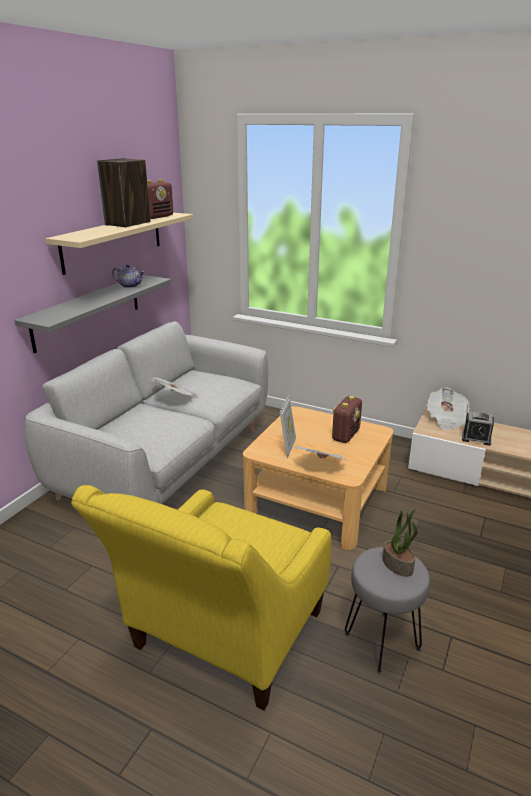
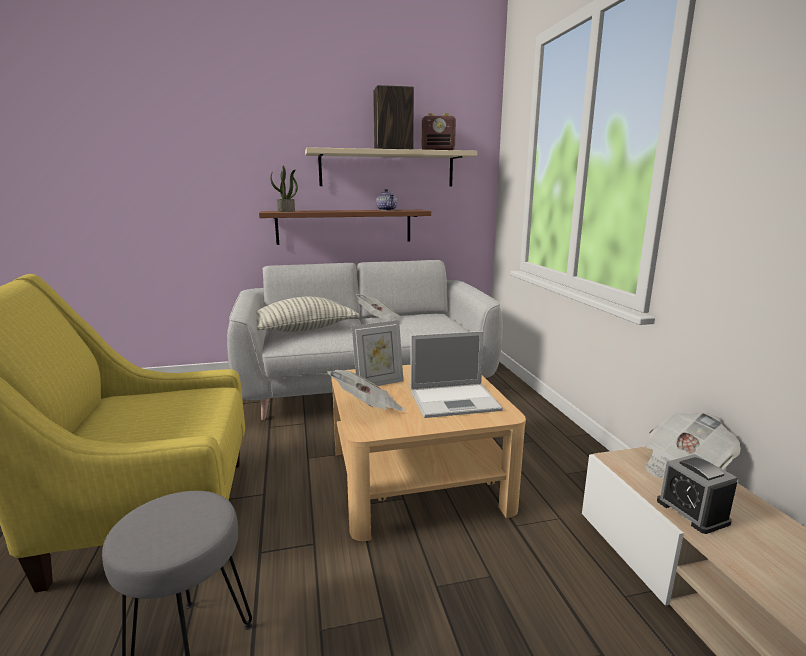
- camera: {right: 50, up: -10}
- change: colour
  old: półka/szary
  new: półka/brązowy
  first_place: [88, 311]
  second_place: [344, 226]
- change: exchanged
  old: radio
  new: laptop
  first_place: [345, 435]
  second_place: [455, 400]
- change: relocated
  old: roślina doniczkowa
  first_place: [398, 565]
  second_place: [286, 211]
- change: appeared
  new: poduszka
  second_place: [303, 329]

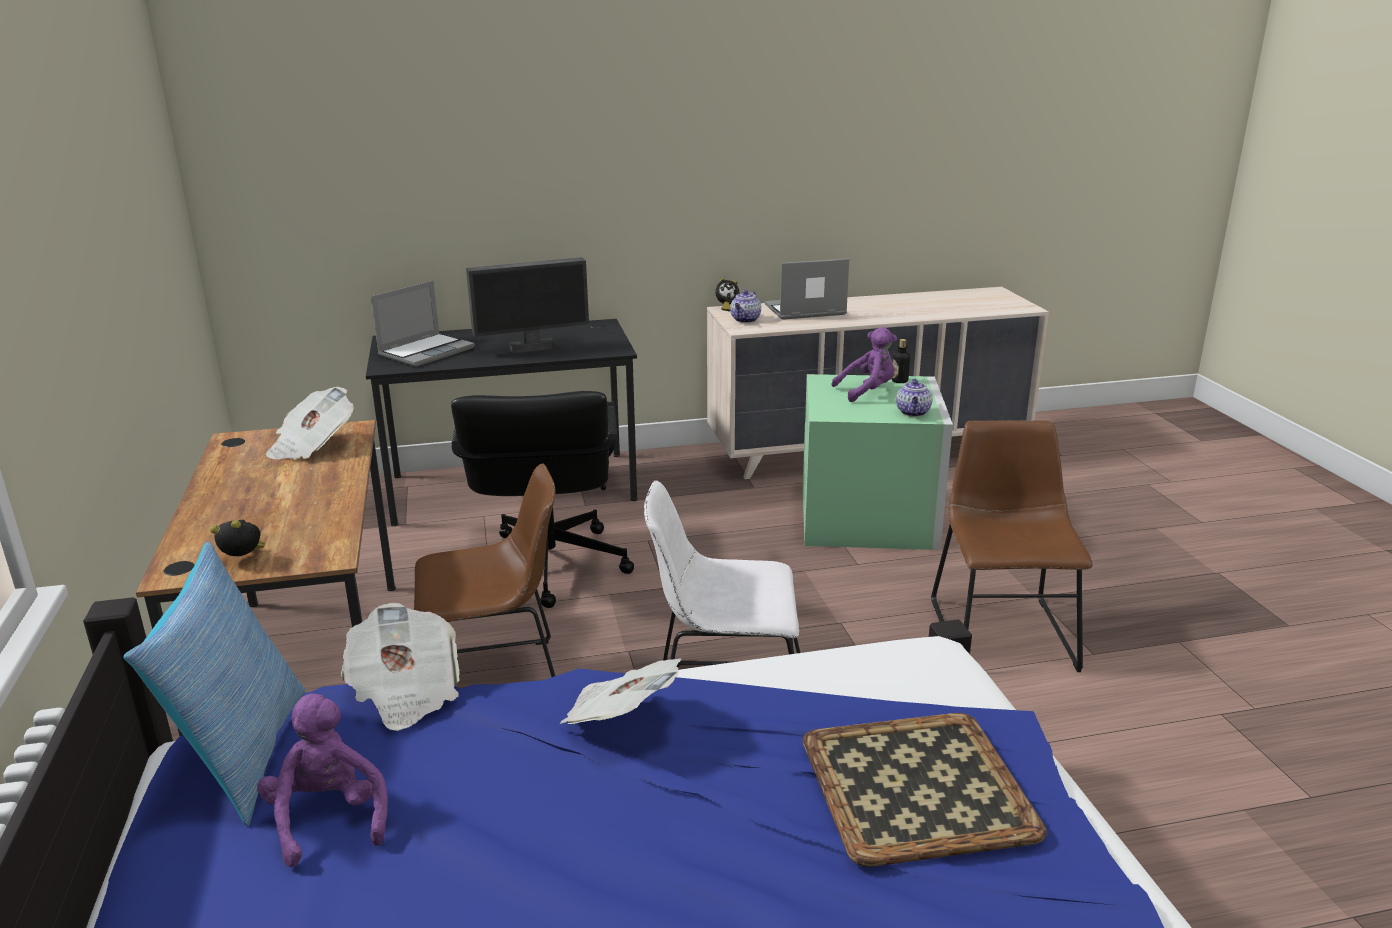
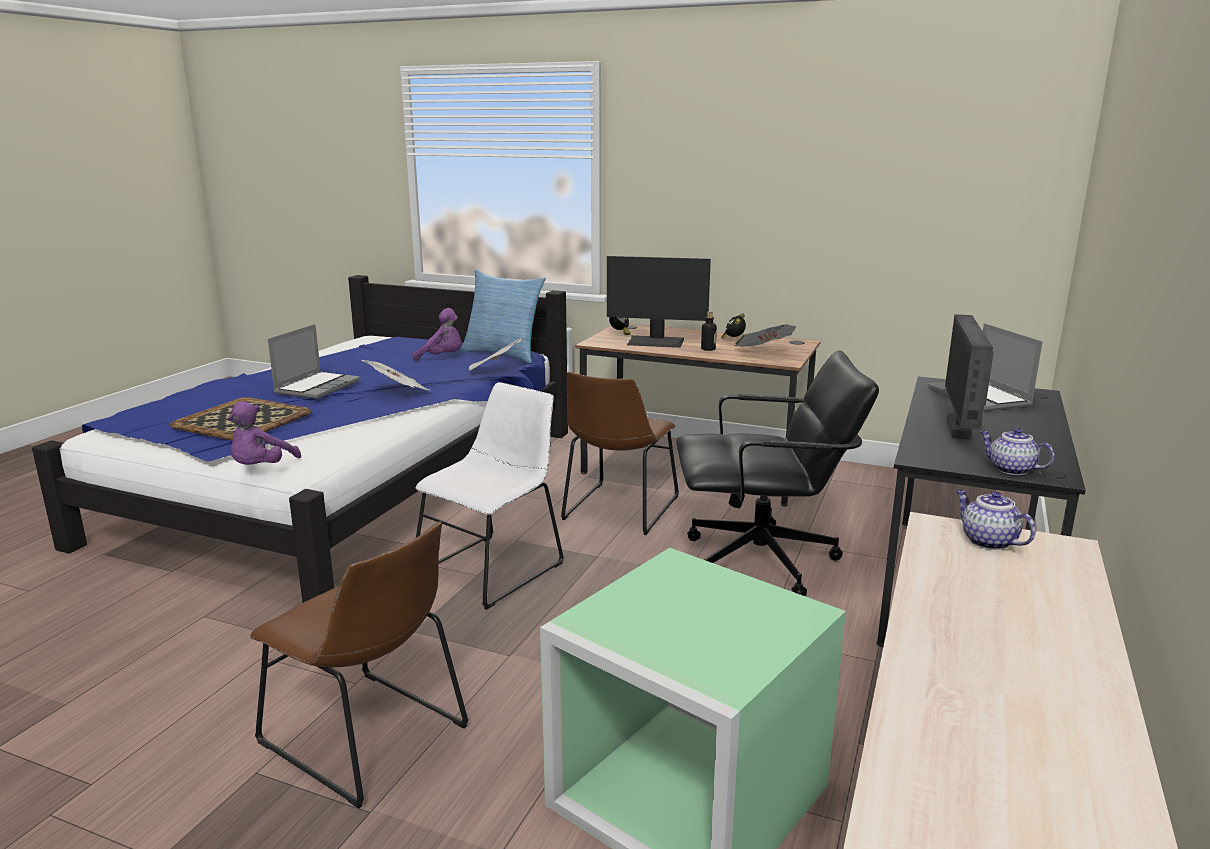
- camera: {right: 125, up: -5}
- change: spun
  old: krzesło biurowe/czarny
  first_place: [547, 567]
  second_place: [762, 562]
  degrees: 150
- change: relocated
  old: budzik
  first_place: [726, 308]
  second_place: [733, 340]
- change: relocated
  old: laptop
  first_place: [804, 311]
  second_place: [317, 387]
- change: relocated
  old: pluszak/fioletowy
  first_place: [867, 391]
  second_place: [261, 468]
- change: relocated
  old: butelka
  first_place: [899, 381]
  second_place: [708, 349]
- change: relocated
  old: imbryk
  first_place: [913, 413]
  second_place: [1010, 469]
- change: appeared
  new: monitor
  second_place: [656, 342]

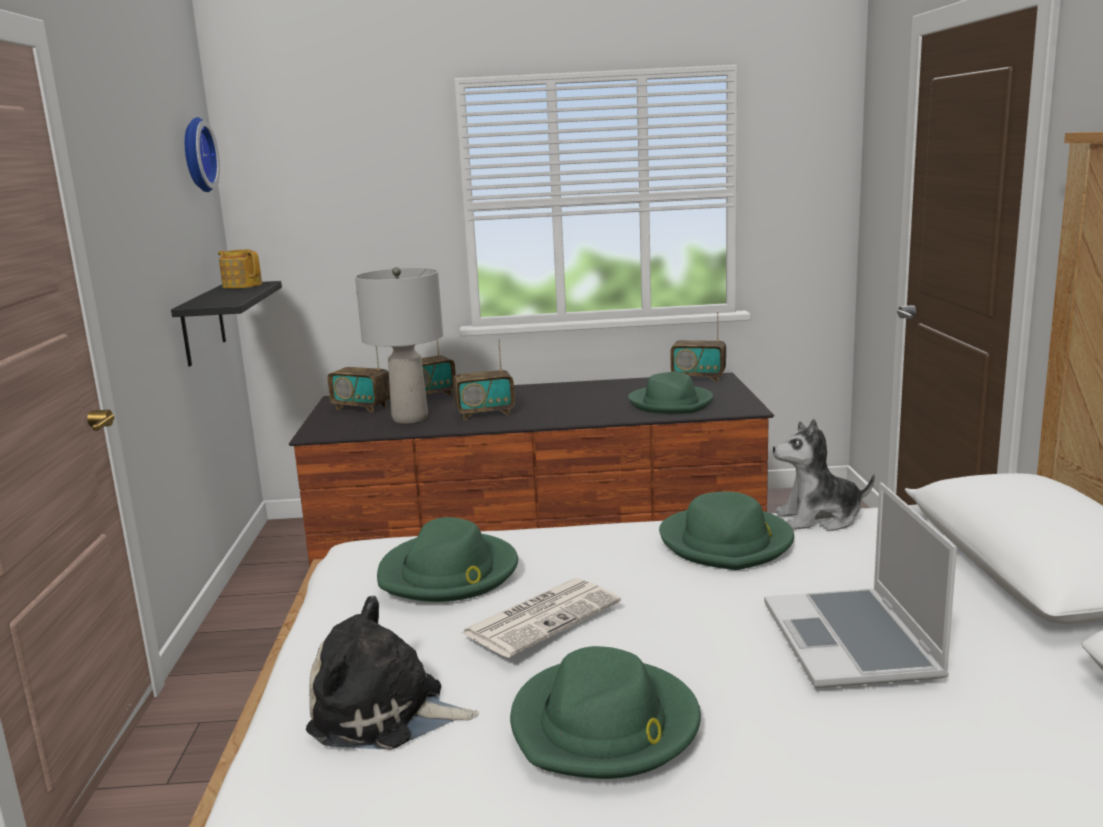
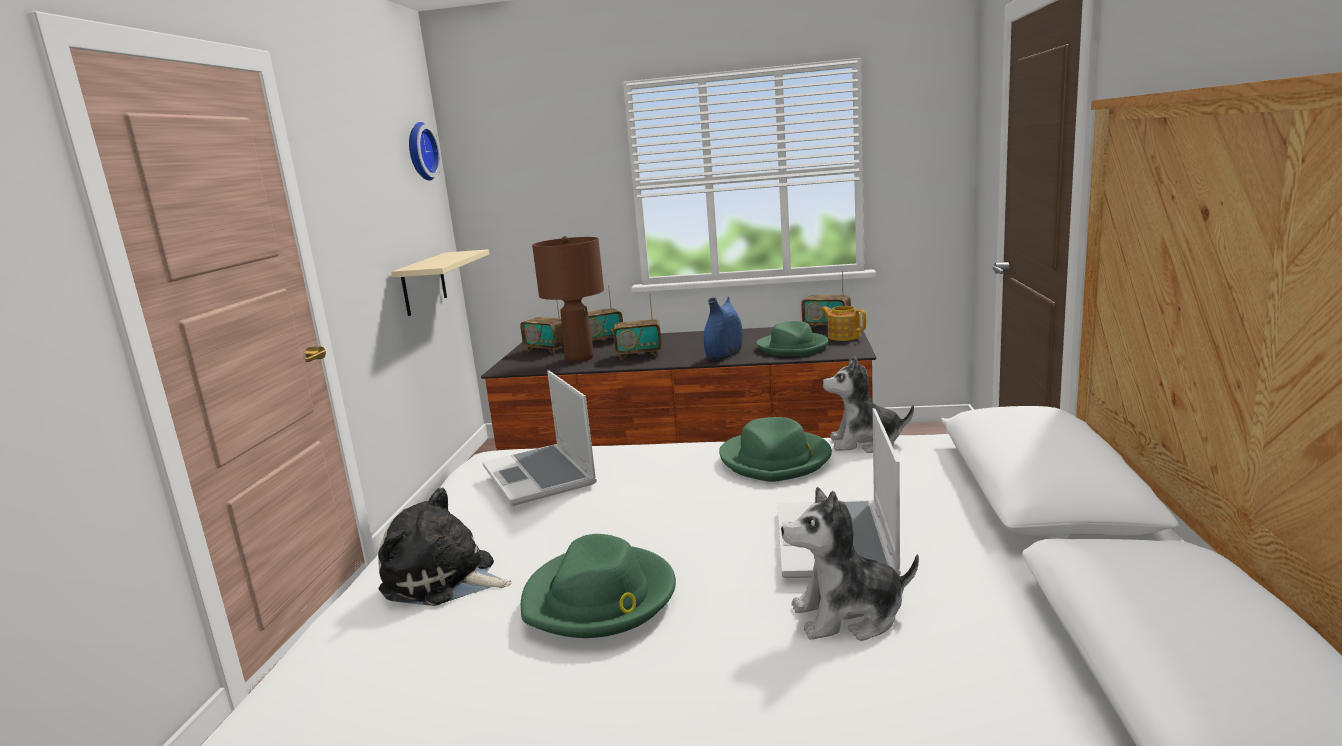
- camera: {right: 10, up: 0}
- change: colour
  old: półka/czarny
  new: półka/beżowy
  first_place: [203, 324]
  second_place: [424, 283]
- change: relocated
  old: imbryk
  first_place: [242, 285]
  second_place: [843, 336]
- change: colour
  old: lampa stołowa/szary
  new: lampa stołowa/brązowy
  first_place: [411, 418]
  second_place: [580, 358]
- change: exchanged
  old: kapelusz/zielony
  new: laptop
  first_place: [449, 573]
  second_place: [541, 476]
- change: missing
  old: gazeta
  first_place: [543, 617]
- change: appeared
  new: wazon/niebieski
  second_place: [724, 355]
- change: appeared
  new: pluszak
  second_place: [848, 616]

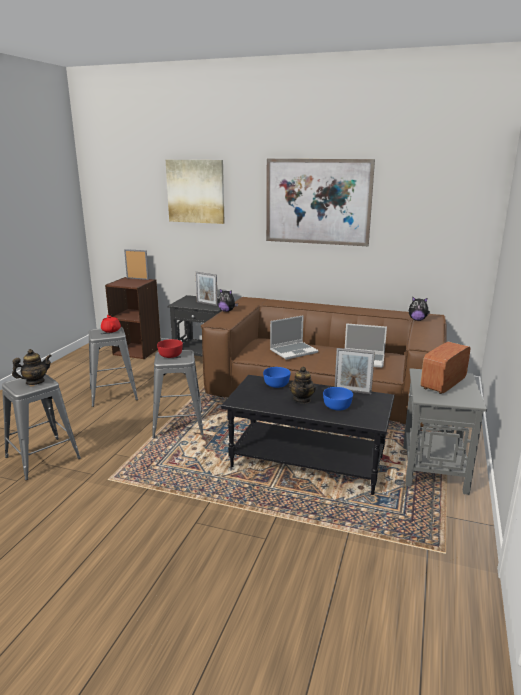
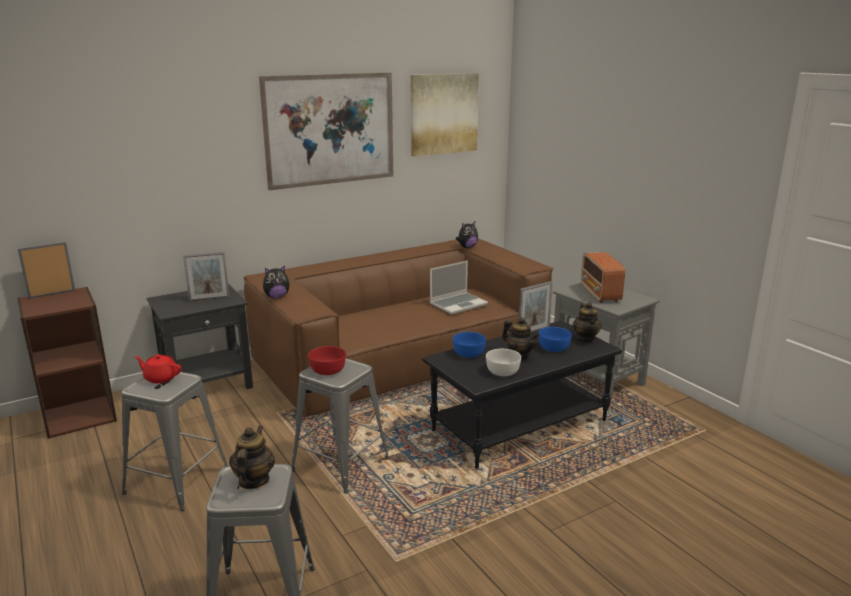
- camera: {right: -50, up: 0}
- change: relocated
  old: obraz
  first_place: [196, 191]
  second_place: [444, 114]
- change: missing
  old: laptop
  first_place: [294, 351]
- change: appeared
  new: miska/biały
  second_place: [502, 371]
- change: appeared
  new: imbryk
  second_place: [586, 338]

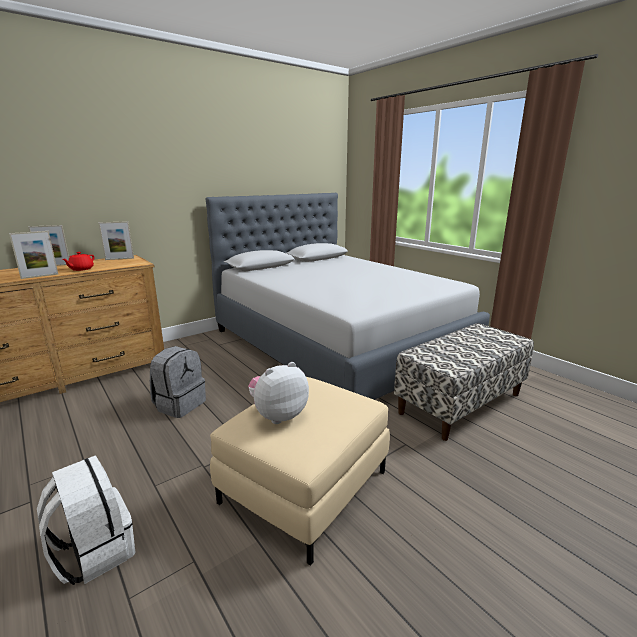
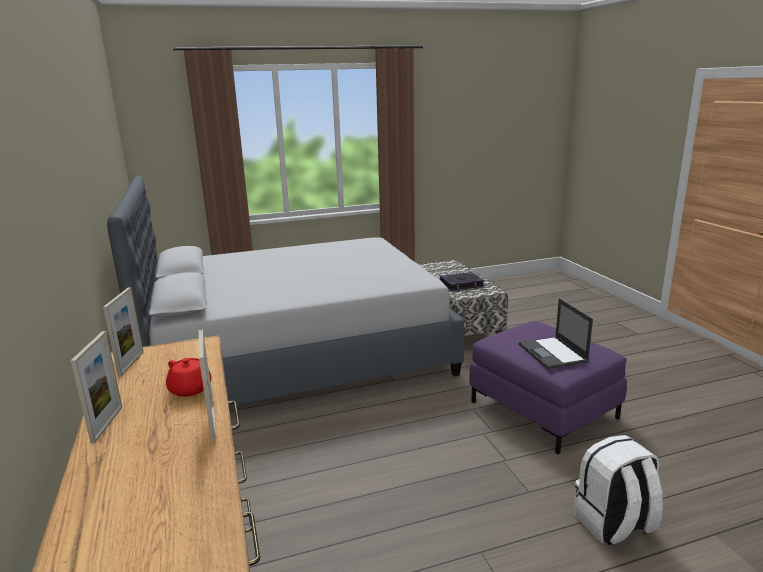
- camera: {right: -70, up: 0}
- change: missing
  old: plecak/szary
  first_place: [180, 404]
- change: colour
  old: pufa/beżowy
  new: pufa/fioletowy
  first_place: [305, 487]
  second_place: [543, 409]
- change: exchanged
  old: pluszak
  new: laptop
  first_place: [278, 415]
  second_place: [553, 353]
- change: appeared
  new: książka
  second_place: [461, 284]

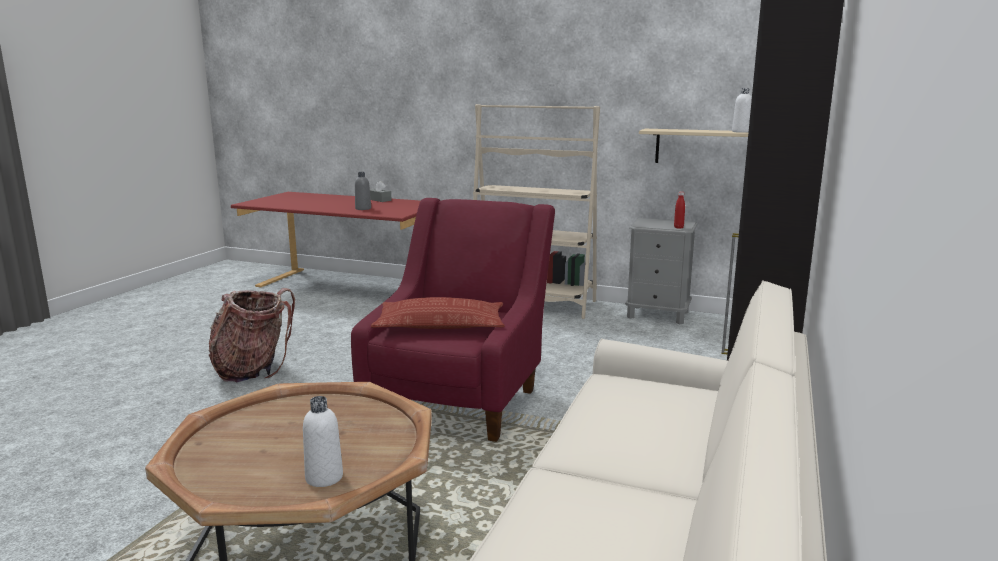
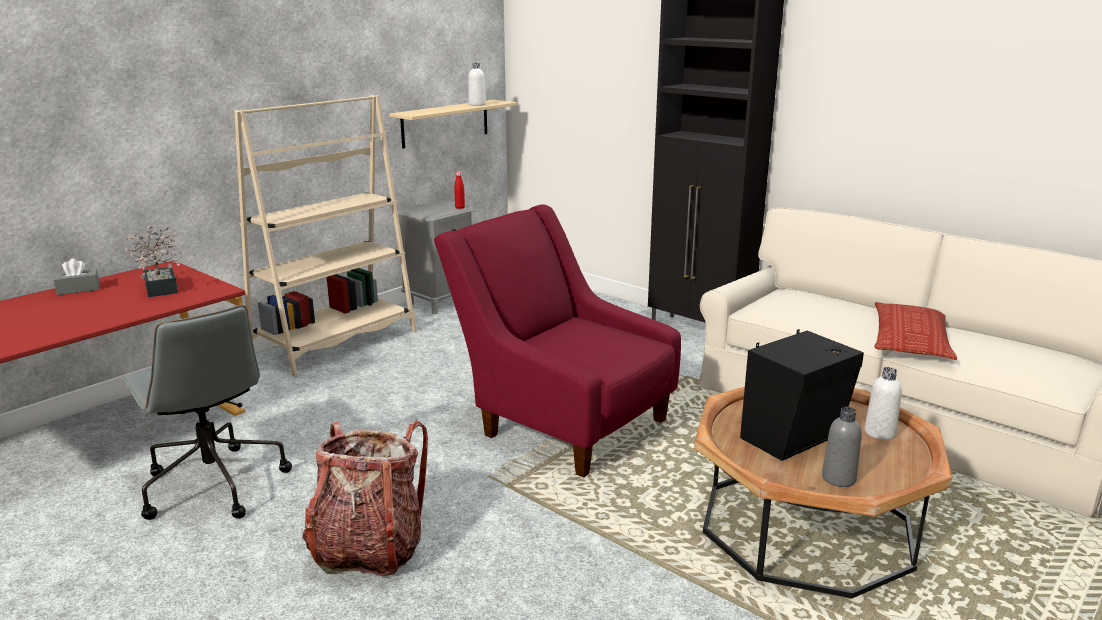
- camera: {right: -70, up: 5}
- change: relocated
  old: butelka/szary
  first_place: [363, 208]
  second_place: [838, 478]
- change: relocated
  old: poduszka
  first_place: [440, 325]
  second_place: [910, 339]
- change: appeared
  new: krzesło biurowe/szary
  second_place: [213, 484]
- change: appeared
  new: roślina doniczkowa
  second_place: [161, 287]
- change: appeared
  new: głośnik/czarny
  second_place: [795, 438]

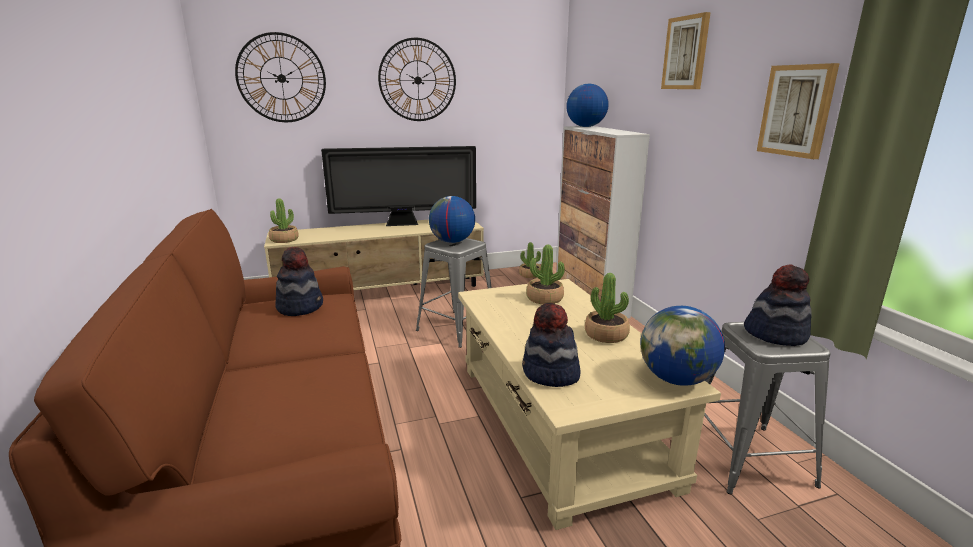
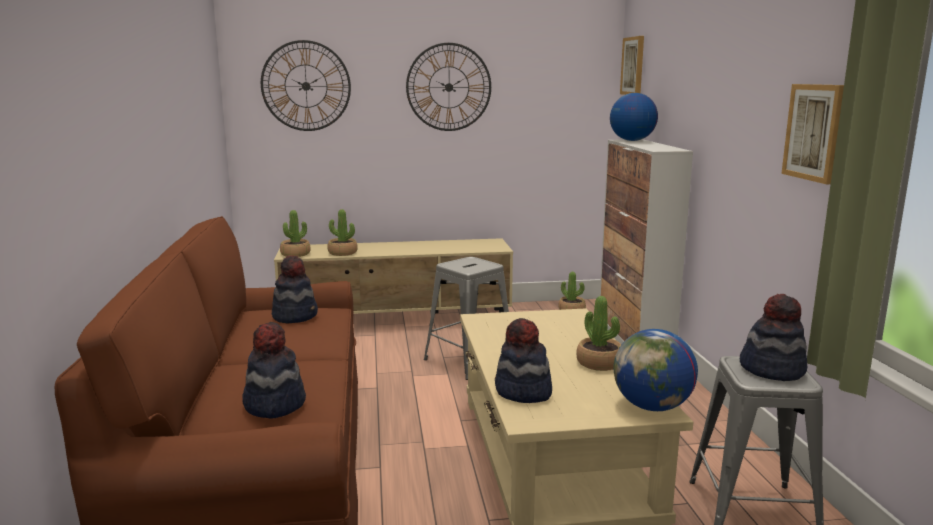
- camera: {right: 10, up: -5}
- change: missing
  old: telewizor
  first_place: [404, 224]
- change: missing
  old: globus
  first_place: [452, 241]
- change: relocated
  old: roślina doniczkowa
  first_place: [544, 298]
  second_place: [342, 253]
- change: relocated
  old: obraz
  first_place: [686, 53]
  second_place: [633, 66]
- change: appeared
  new: kapelusz
  second_place: [274, 404]

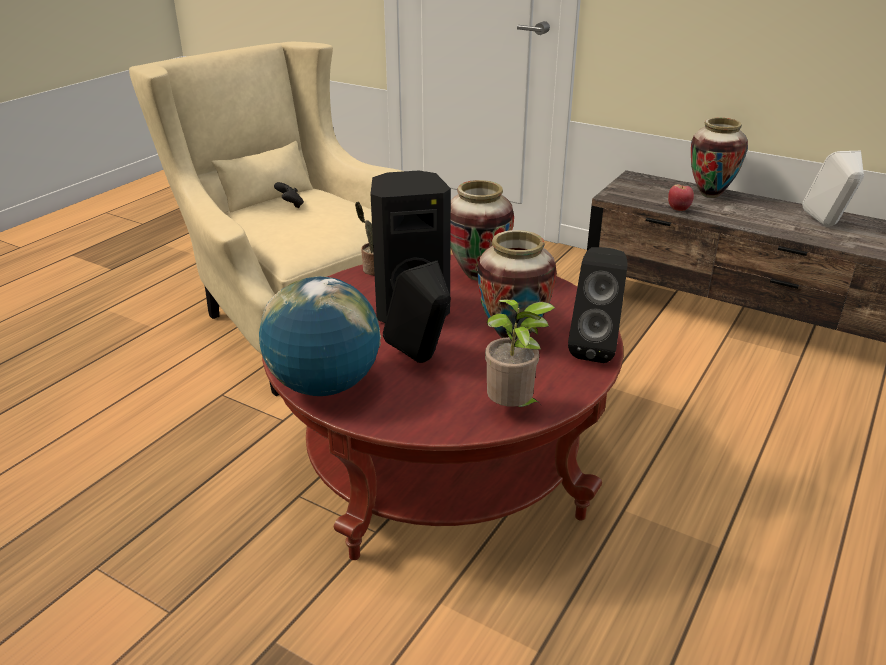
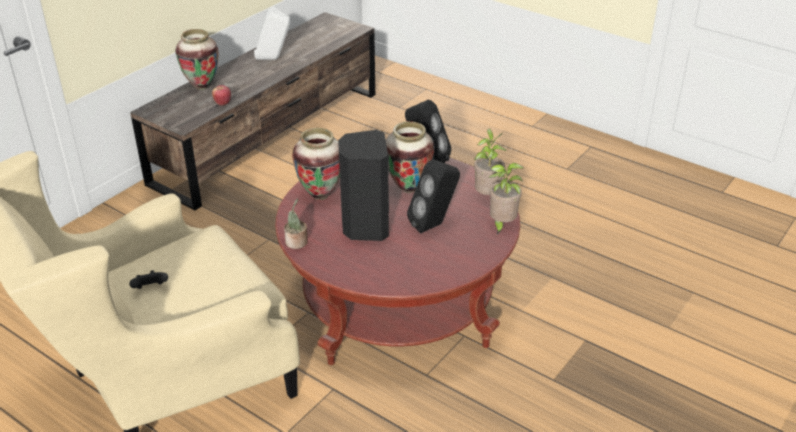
- camera: {right: -85, up: 5}
- change: missing
  old: globus
  first_place: [324, 386]
- change: appeared
  new: roślina doniczkowa
  second_place: [501, 225]

